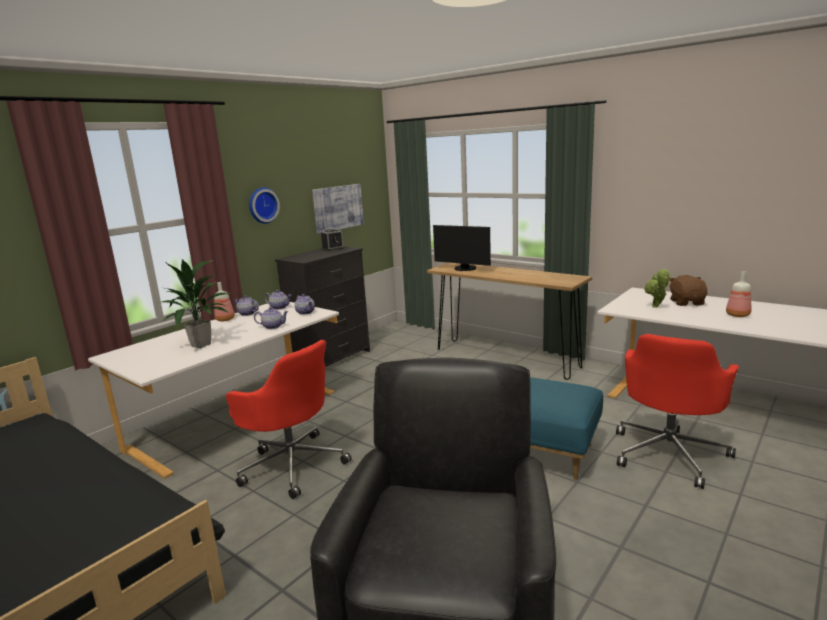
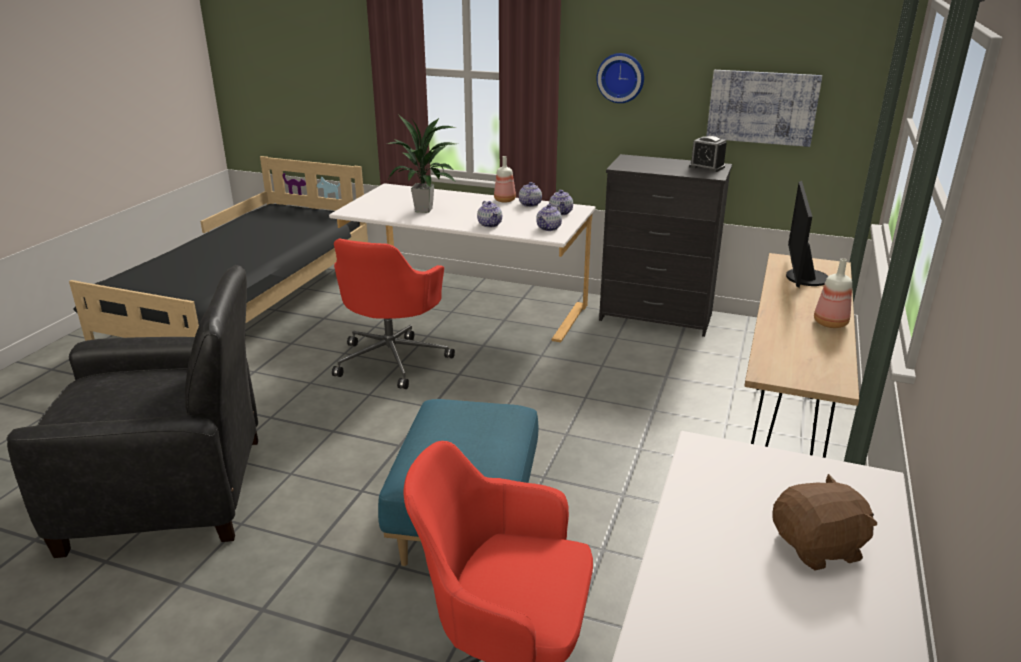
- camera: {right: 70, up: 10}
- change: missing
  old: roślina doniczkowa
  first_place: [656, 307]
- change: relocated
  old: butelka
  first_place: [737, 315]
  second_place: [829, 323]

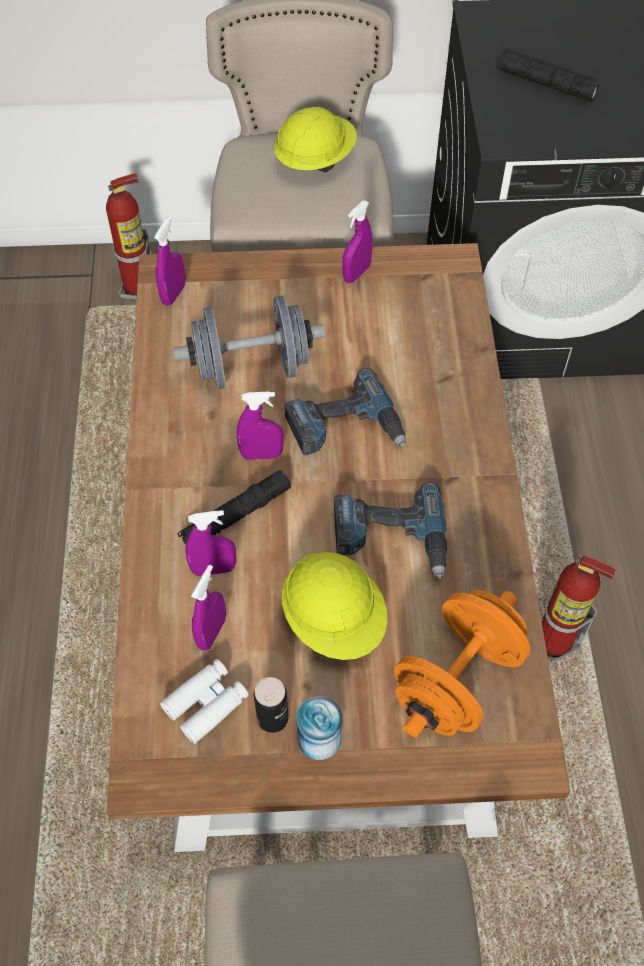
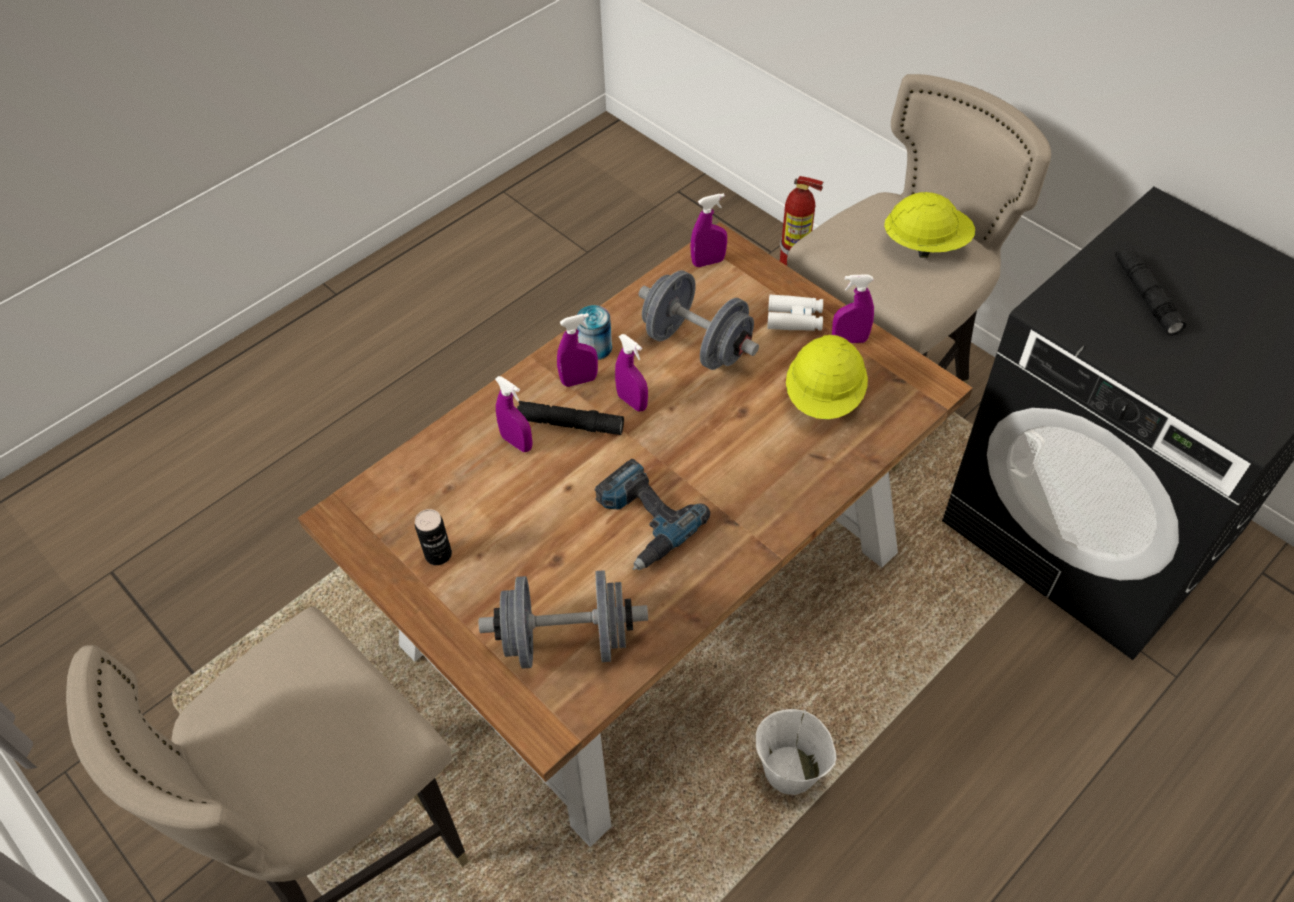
- camera: {right: 50, up: -5}
- change: relocated
  old: lornetka/biały
  first_place: [206, 703]
  second_place: [794, 319]
- change: relocated
  old: spryskiwacz/fioletowy
  first_place: [211, 632]
  second_place: [579, 380]
- change: relocated
  old: kask/żółty
  first_place: [334, 619]
  second_place: [824, 397]
- change: missing
  old: wiertarka
  first_place: [345, 428]
- change: relocated
  old: puszka
  first_place: [319, 738]
  second_place: [595, 347]
- change: colour
  old: hantel/pomarańczowy
  new: hantel/szary
  first_place: [456, 680]
  second_place: [567, 640]
- change: exchanged
  old: gaśnica
  new: wiadro/biały
  first_place: [553, 643]
  second_place: [791, 771]

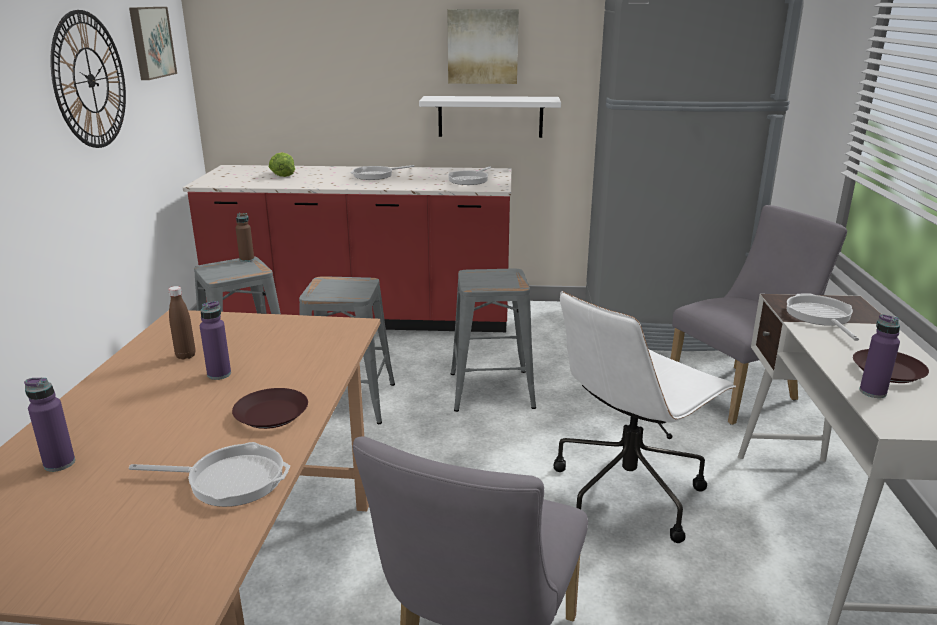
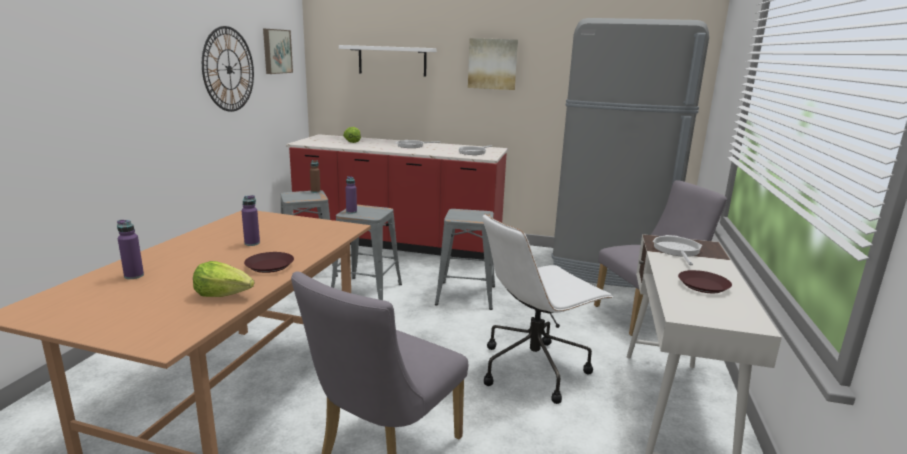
- camera: {right: 10, up: -5}
- change: exchanged
  old: patelnia
  new: sałata
  first_place: [230, 479]
  second_place: [224, 294]
- change: missing
  old: butelka/brązowy
  first_place: [186, 356]
- change: relocated
  old: półka/biały
  first_place: [490, 116]
  second_place: [392, 60]
- change: relocated
  old: butelka/fioletowy
  first_place: [872, 392]
  second_place: [351, 212]

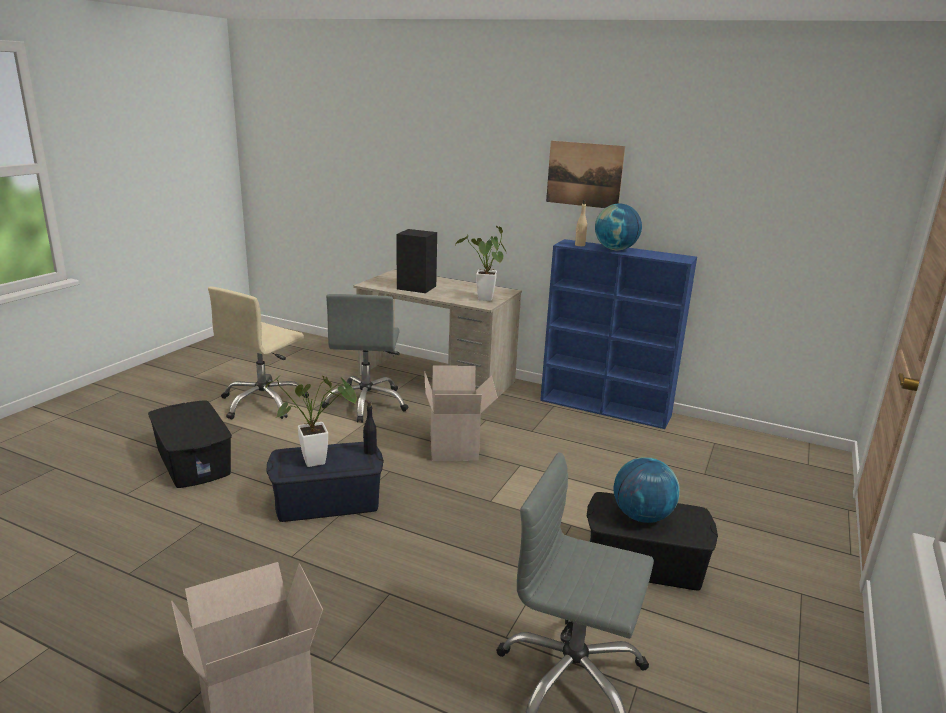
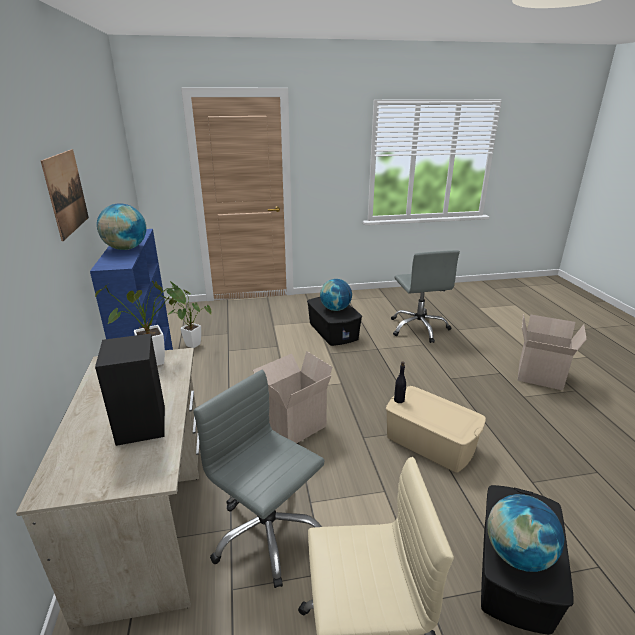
- camera: {right: -125, up: 5}
- change: relocated
  old: roślina doniczkowa
  first_place: [320, 461]
  second_place: [191, 344]
- change: colour
  old: pojemnik do przechowywania/niebieski
  new: pojemnik do przechowywania/beżowy
  first_place: [327, 501]
  second_place: [430, 443]
- change: spun
  old: krzesło biurowe/szary
  first_place: [366, 403]
  second_place: [267, 533]
  degrees: -105
- change: missing
  old: butelka/beżowy
  first_place: [579, 245]
- change: appeared
  new: globus
  second_place: [517, 554]

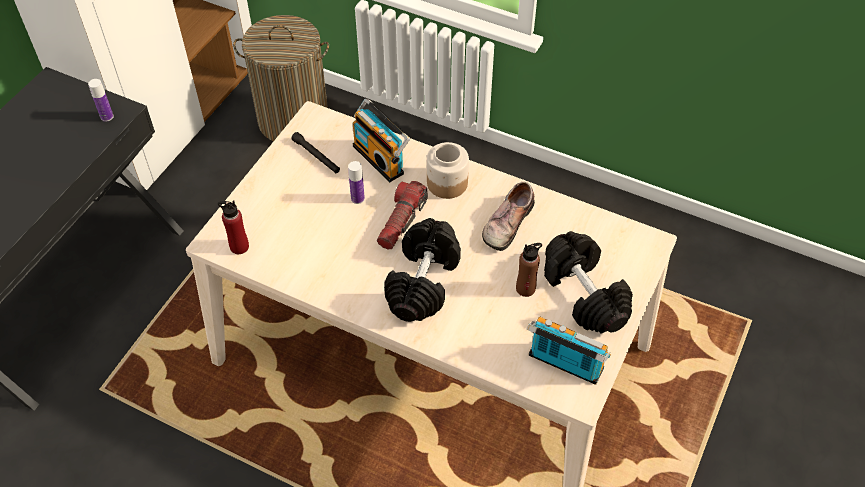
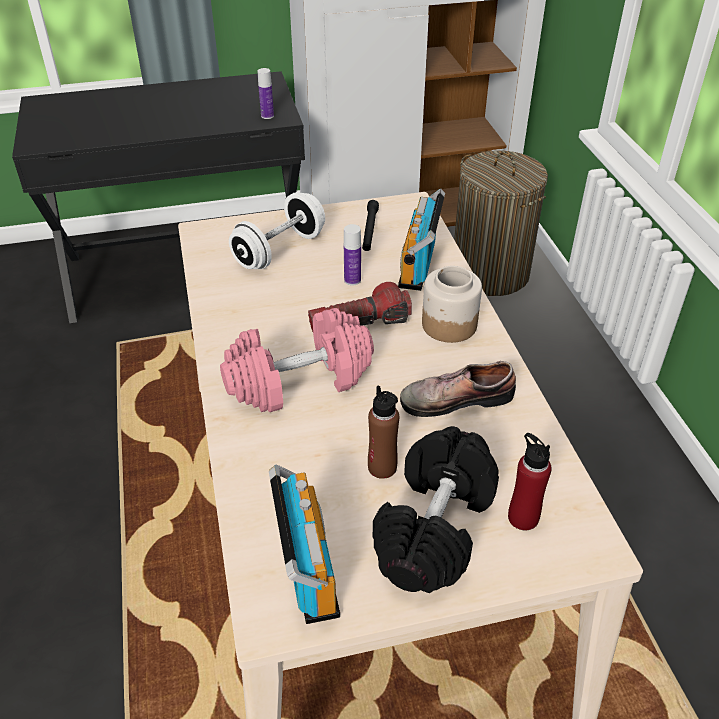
- camera: {right: 50, up: -10}
- change: relocated
  old: butelka/czerwony
  first_place: [239, 246]
  second_place: [523, 517]
- change: colour
  old: hantel/czarny
  new: hantel/różowy
  first_place: [423, 282]
  second_place: [299, 381]
- change: appeared
  new: hantel/biały
  second_place: [279, 250]

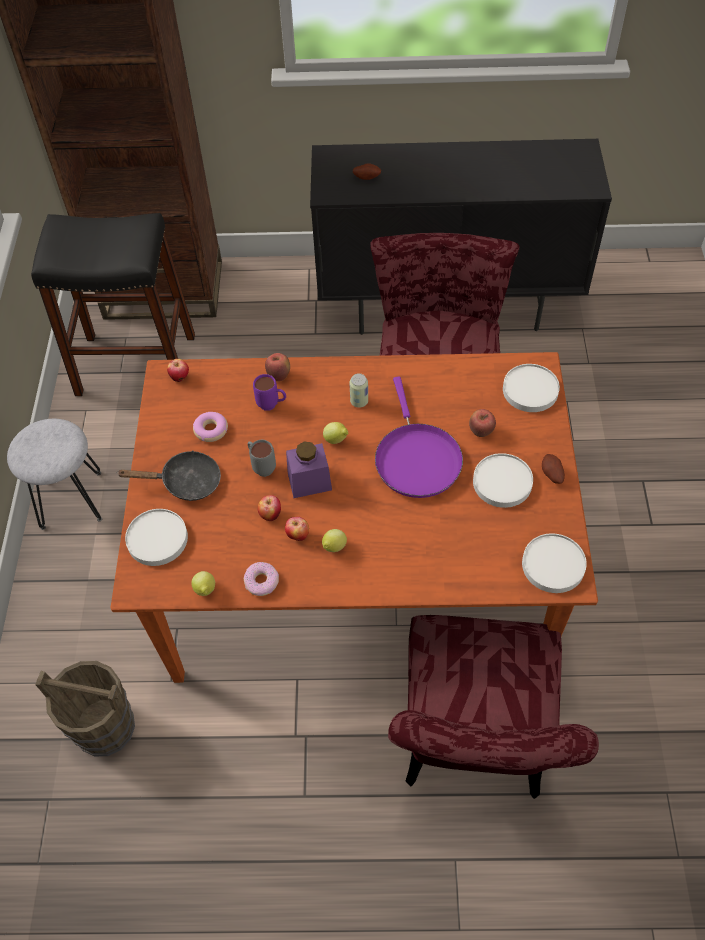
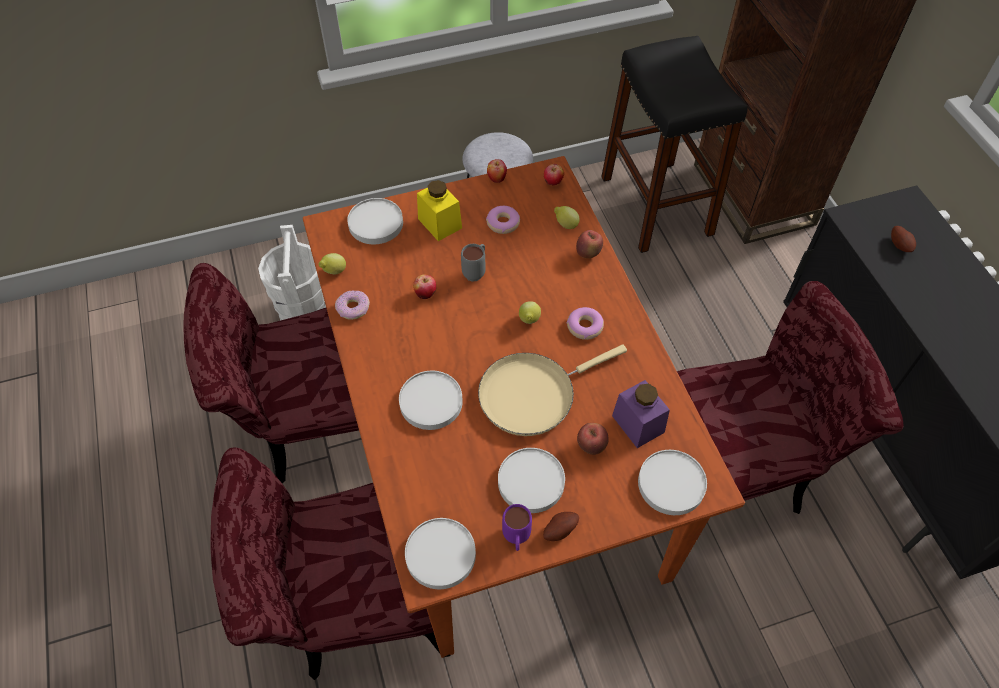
- camera: {right: 70, up: 0}
- change: colour
  old: wiadro/brązowy
  new: wiadro/biały
  first_place: [105, 727]
  second_place: [303, 310]
- change: exchanged
  old: patelnia/czarny
  new: słoik/żółty
  first_place: [185, 482]
  second_place: [440, 223]
- change: relocated
  old: kubek/fioletowy
  first_place: [272, 405]
  second_place: [516, 539]
- change: relocated
  old: jabłko
  first_place: [298, 535]
  second_place: [496, 179]
- change: relocated
  old: słoik/fioletowy
  first_place: [309, 481]
  second_place: [638, 424]
- change: relocated
  old: cytryna
  first_place: [334, 548]
  second_place: [565, 225]
- change: exchanged
  old: puszka
  new: donut
  first_place: [359, 401]
  second_place: [585, 326]
- change: colour
  old: patelnia/fioletowy
  new: patelnia/beżowy
  first_place: [416, 458]
  second_place: [532, 394]
- change: appeared
  new: krzesło/czerwony
  second_place: [313, 425]
- change: appeared
  new: talerz/biały
  second_place: [431, 402]

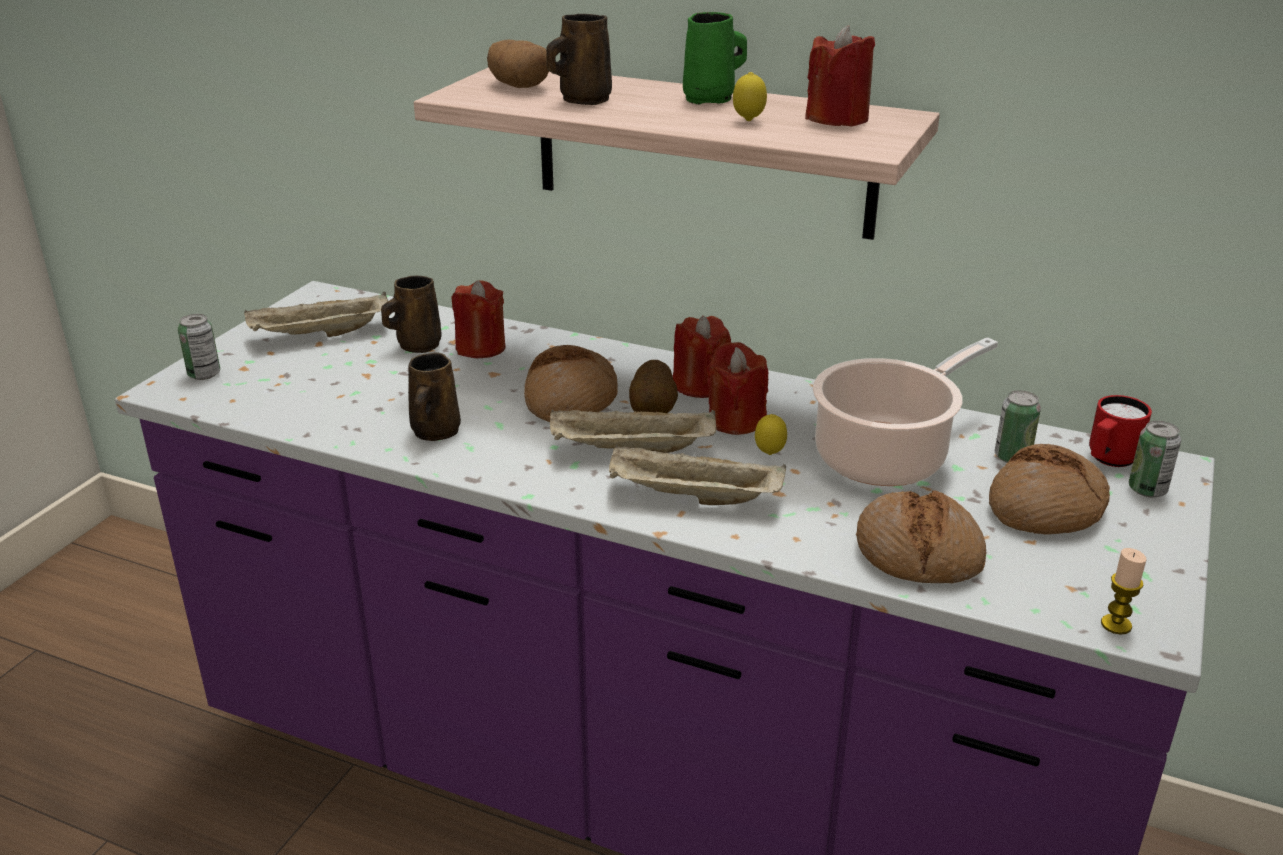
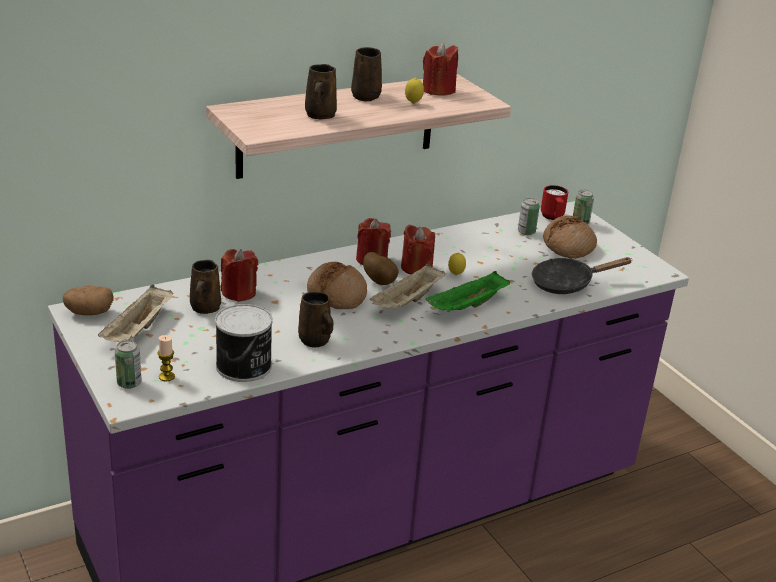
- camera: {right: -55, up: 0}
- change: relocated
  old: ziemniak
  first_place: [519, 86]
  second_place: [89, 313]
- change: colour
  old: taca/beżowy
  new: taca/zielony
  first_place: [691, 498]
  second_place: [467, 307]
- change: colour
  old: kubek/zielony
  new: kubek/brązowy
  first_place: [711, 99]
  second_place: [366, 96]
- change: missing
  old: garnek
  first_place: [886, 455]
- change: exchanged
  old: chleb
  new: patelnia/czarny
  first_place: [918, 553]
  second_place: [567, 284]
- change: relocated
  old: świeca
  first_place: [1116, 625]
  second_place: [166, 377]
- change: appeared
  new: puszka
  second_place: [245, 366]

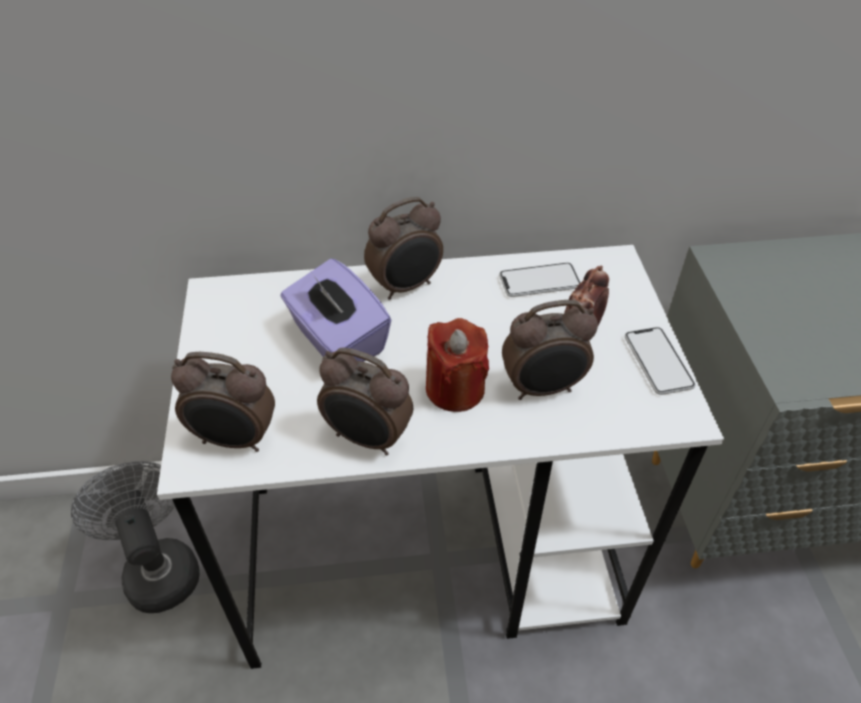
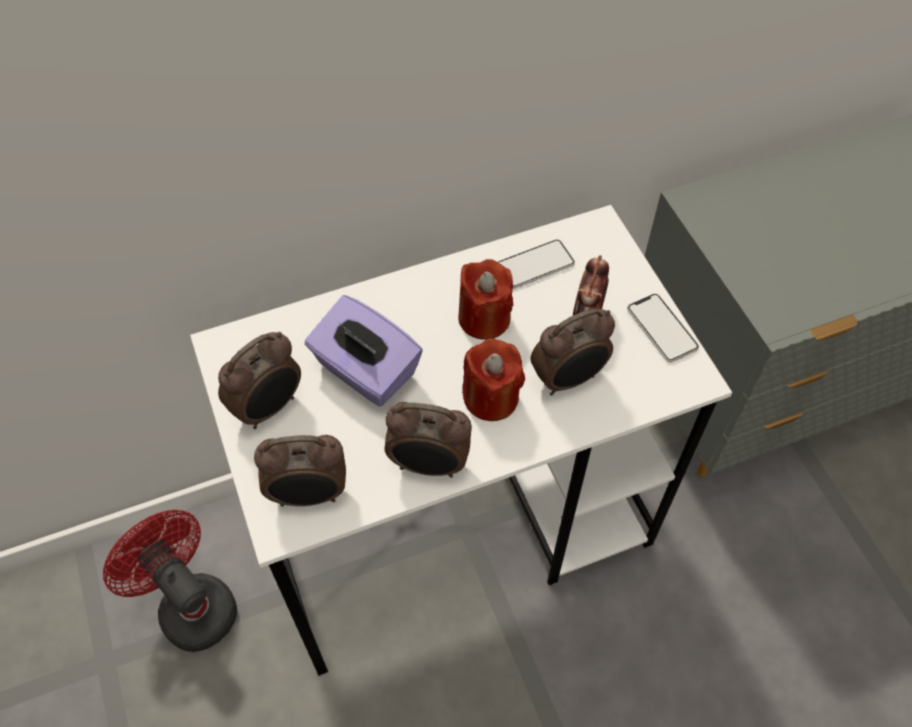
- camera: {right: -15, up: 10}
- change: colour
  old: wentylator/szary
  new: wentylator/czerwony
  first_place: [158, 567]
  second_place: [190, 605]
- change: relocated
  old: budzik
  first_place: [406, 286]
  second_place: [269, 407]
- change: appeared
  new: świeca/czerwony
  second_place: [484, 318]

